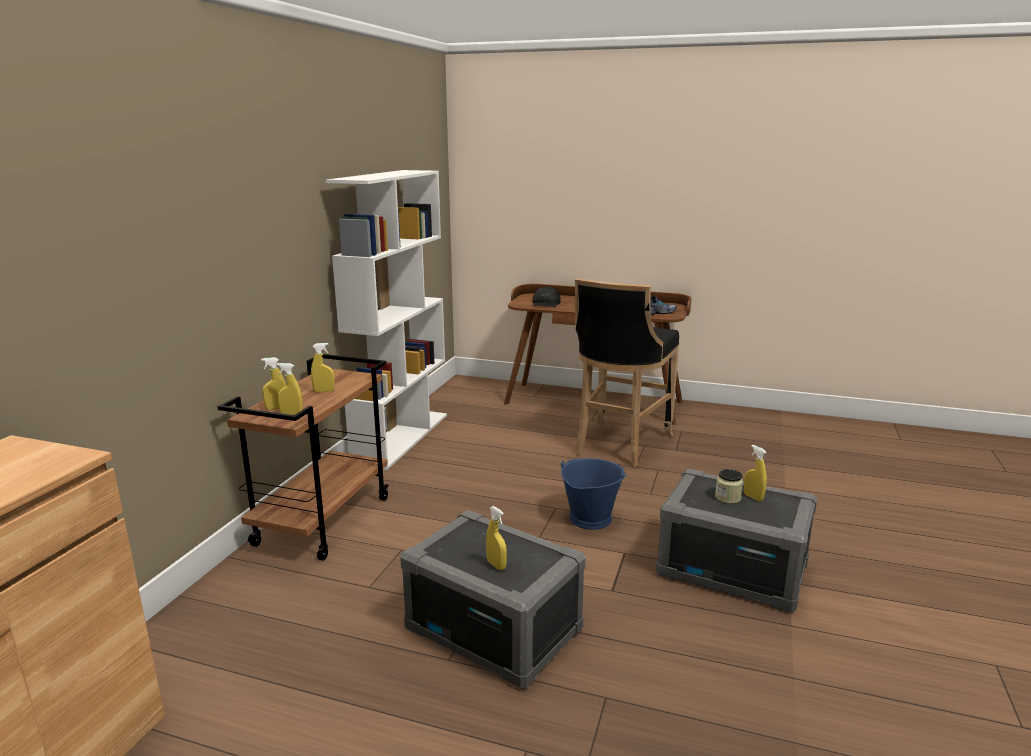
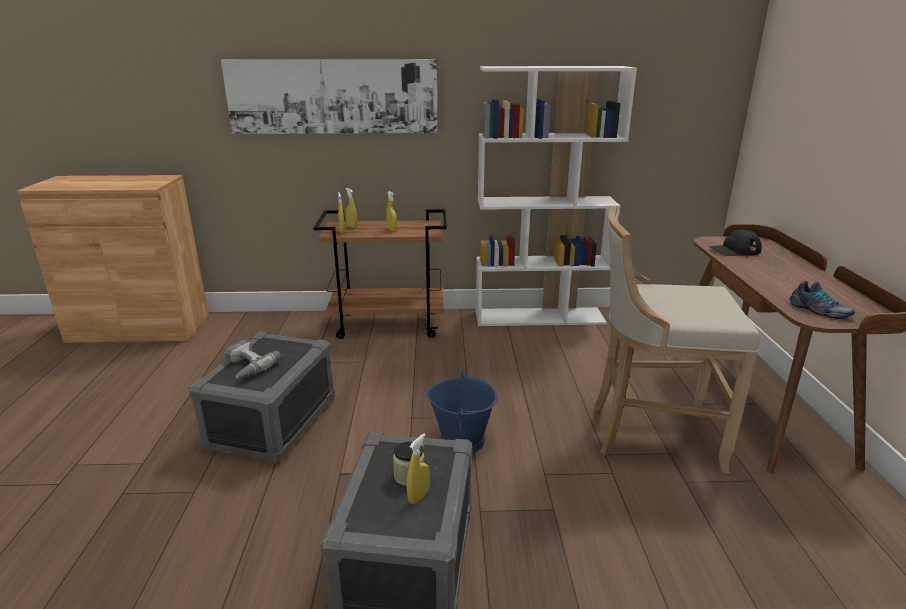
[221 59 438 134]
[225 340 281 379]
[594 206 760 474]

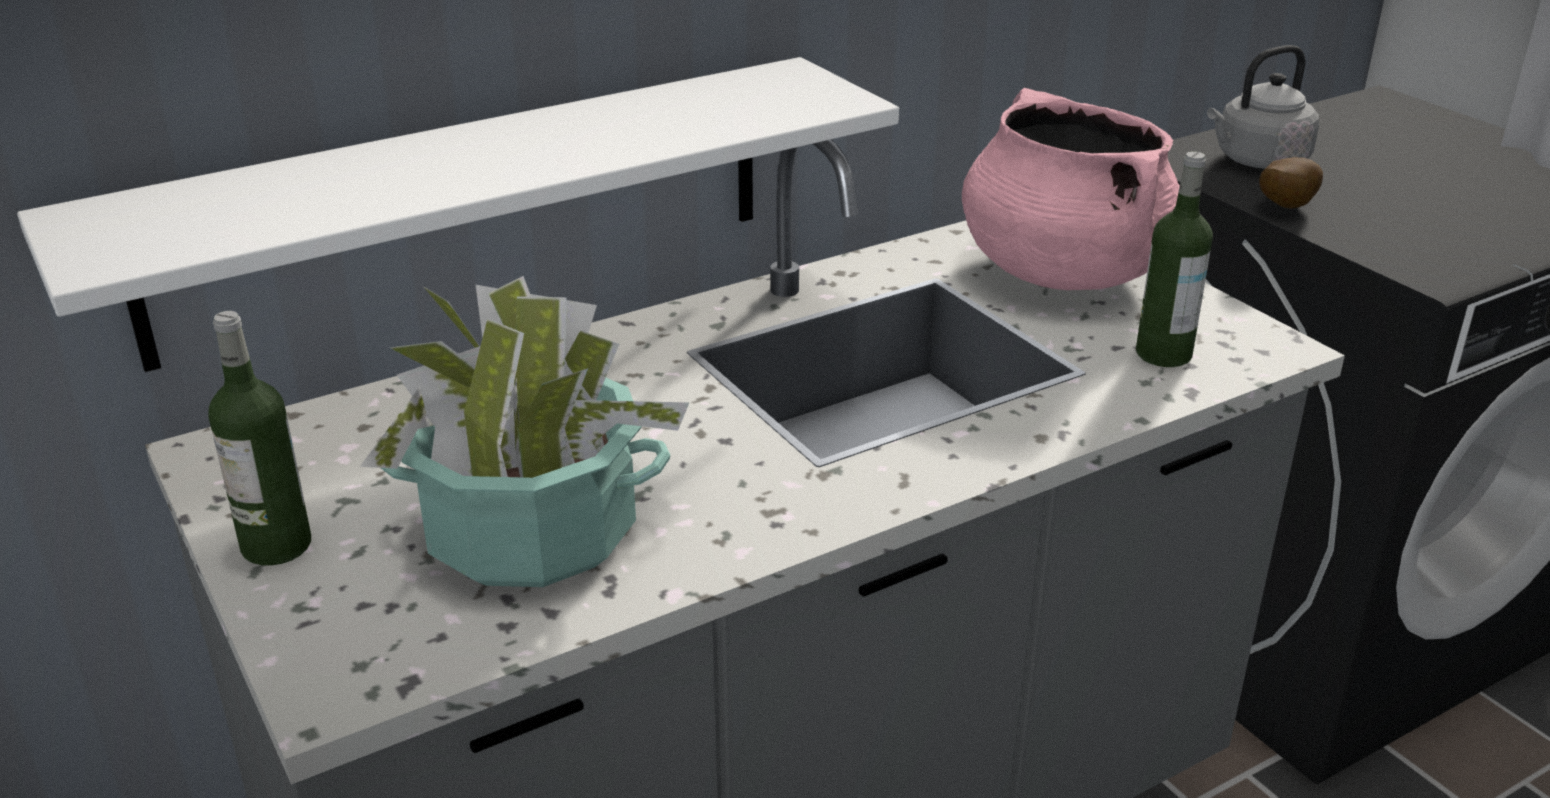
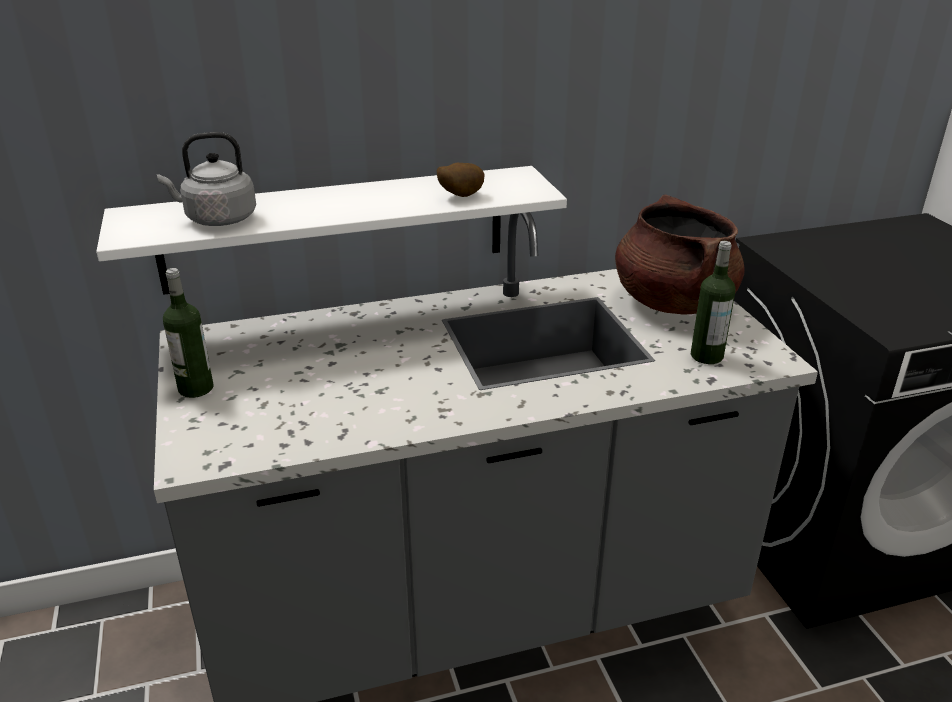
[157 132 256 226]
[437 163 484 197]
[615 194 745 315]
[360 276 689 587] (first image)

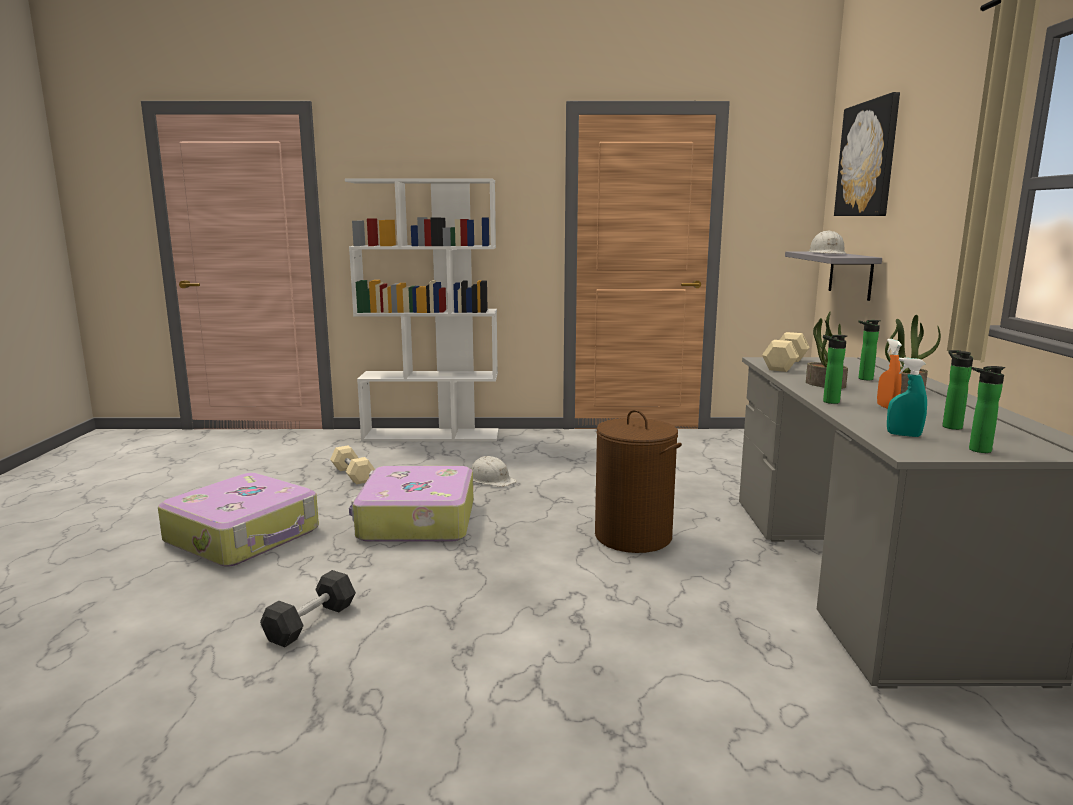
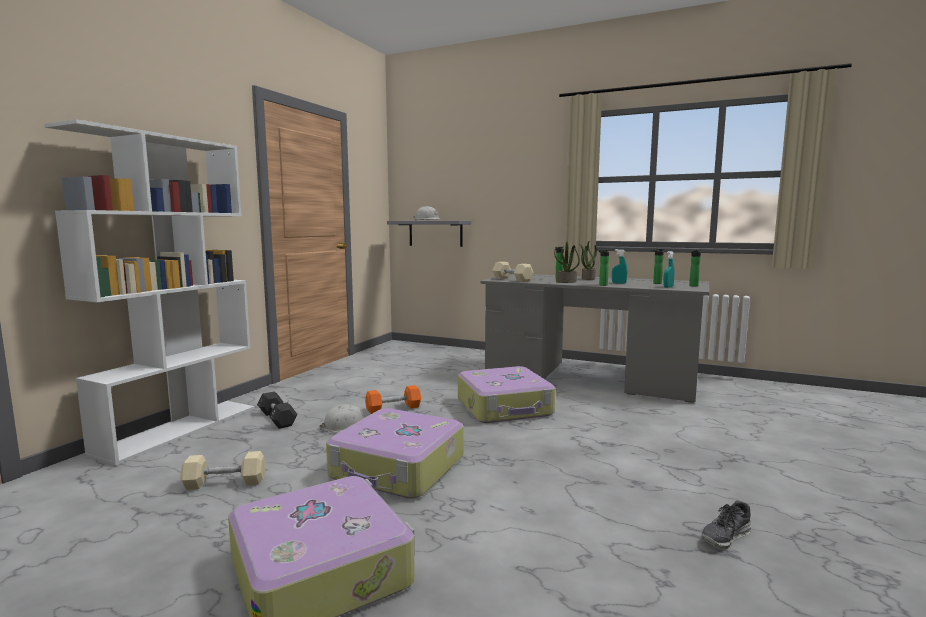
[257 391 297 429]
[365 385 421 414]
[458 366 555 423]
[612 249 627 284]
[701 501 752 549]
[834 92 900 216] (first image)

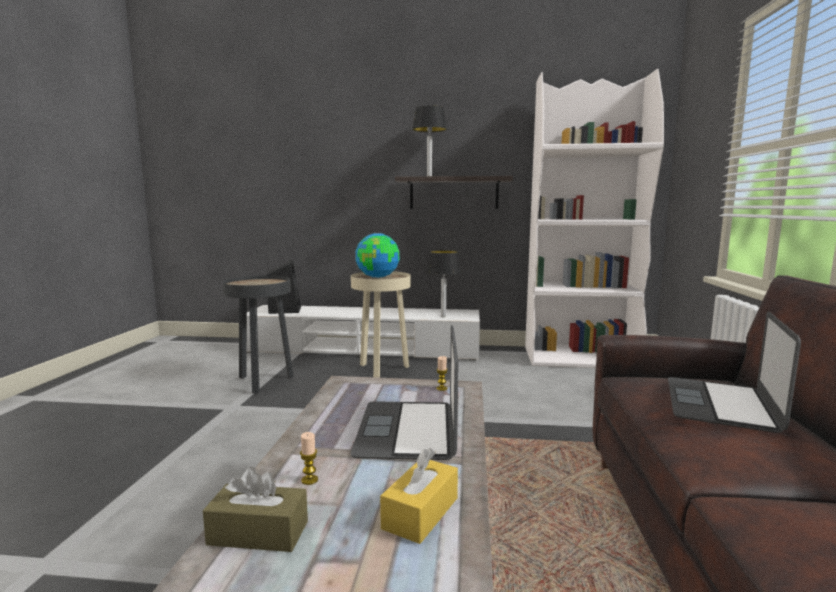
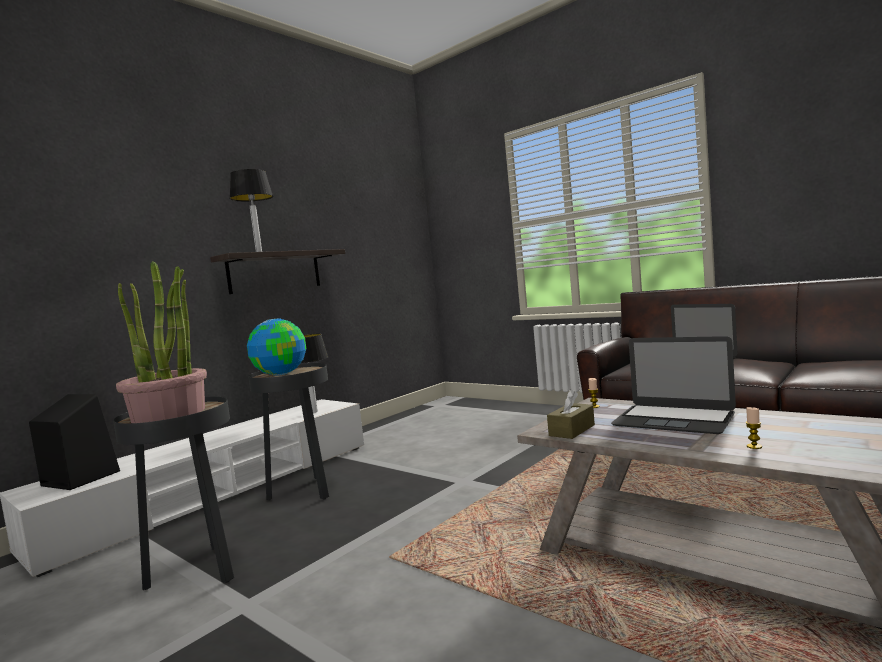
[116 261 207 423]
[248 363 329 500]
[547 389 595 439]
[380 448 458 544] (first image)
[525 69 664 368] (first image)

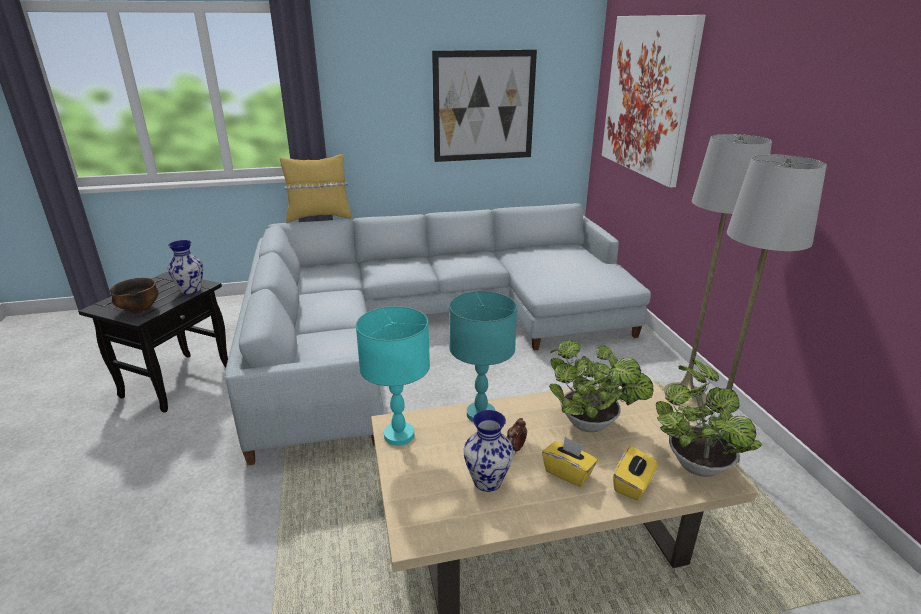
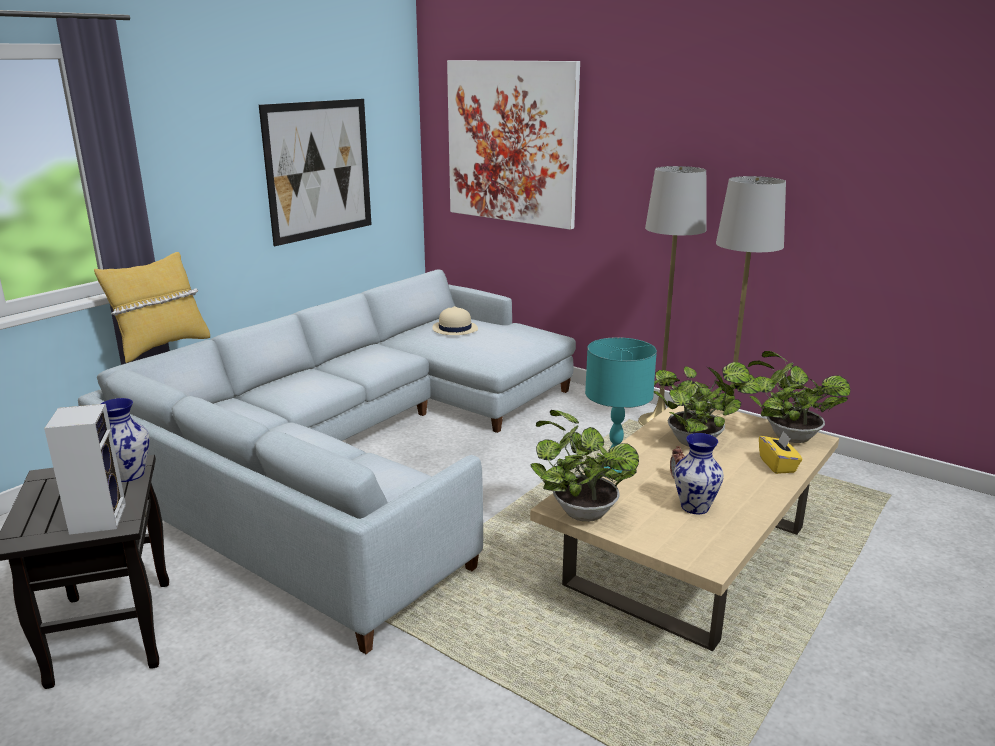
[44 404 126 535]
[432 306 478 335]
[531 410 639 522]
[542 437 598 487] (first image)

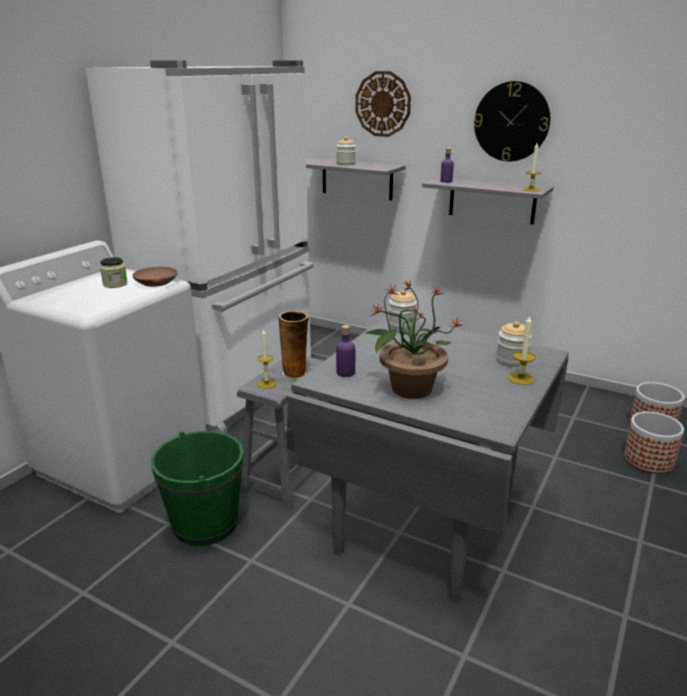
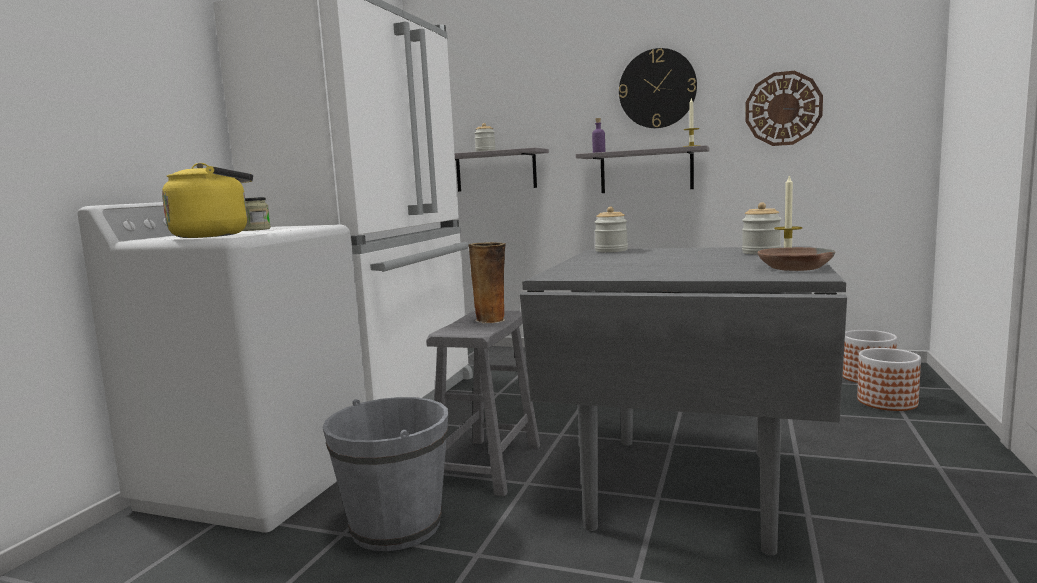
[162 163 253 238]
[322 397 448 551]
[745 71 823 146]
[757 247 835 271]
[257 329 276 389] (first image)
[336 325 355 377] (first image)
[366 281 465 399] (first image)

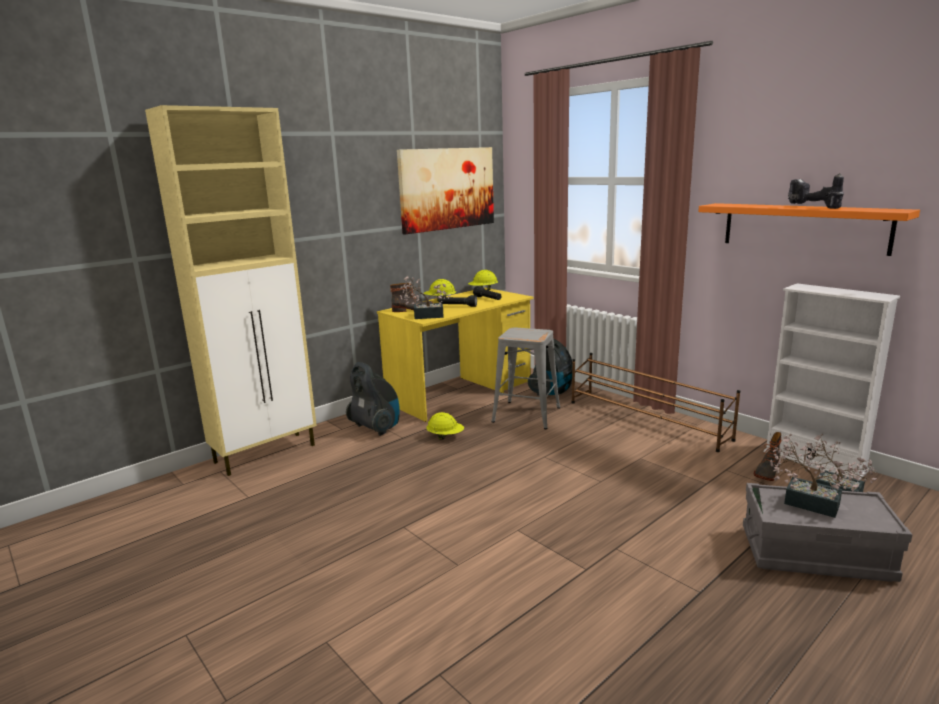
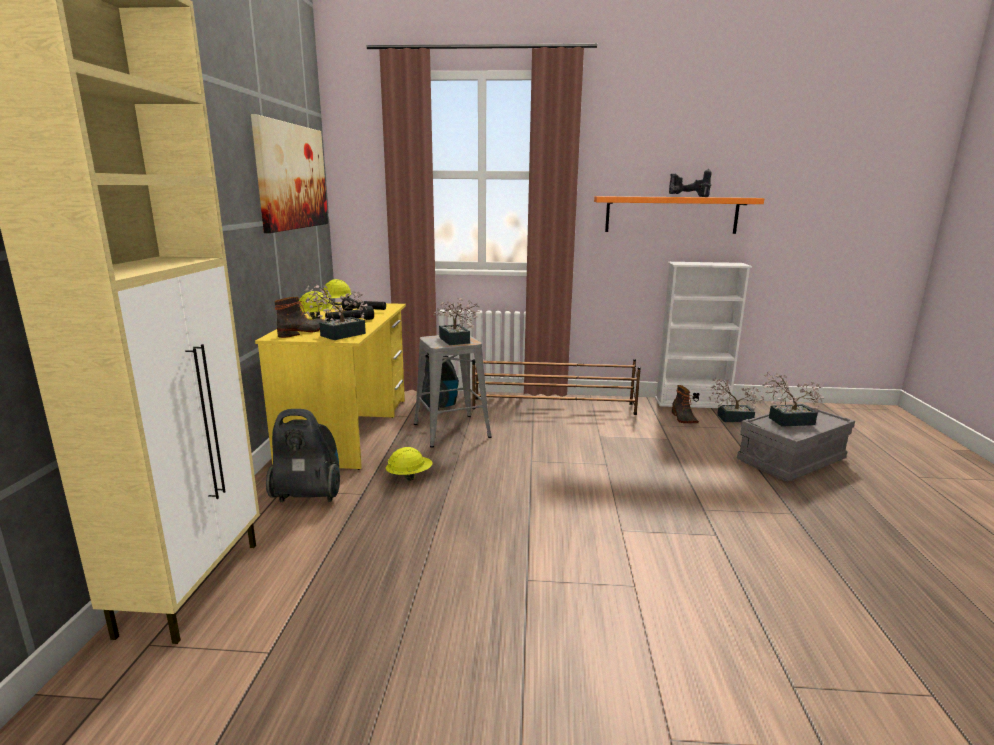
[433 297 480 345]

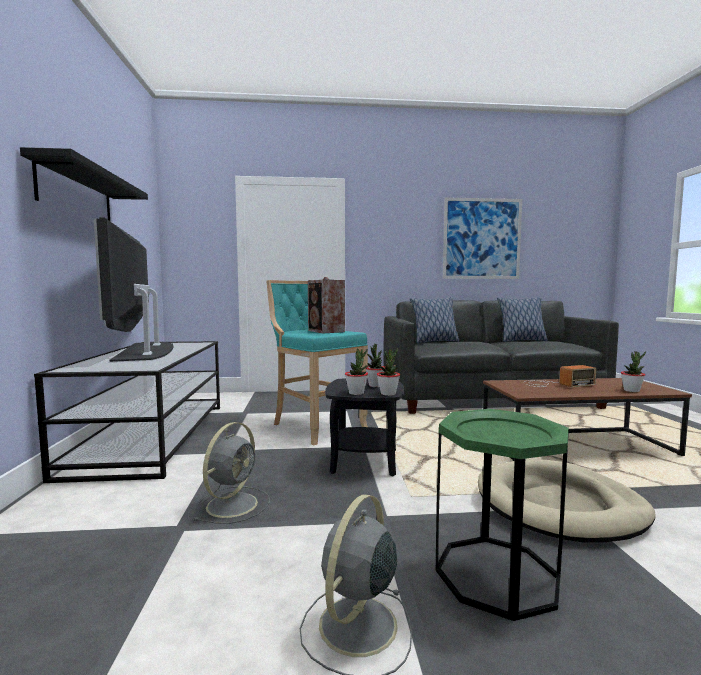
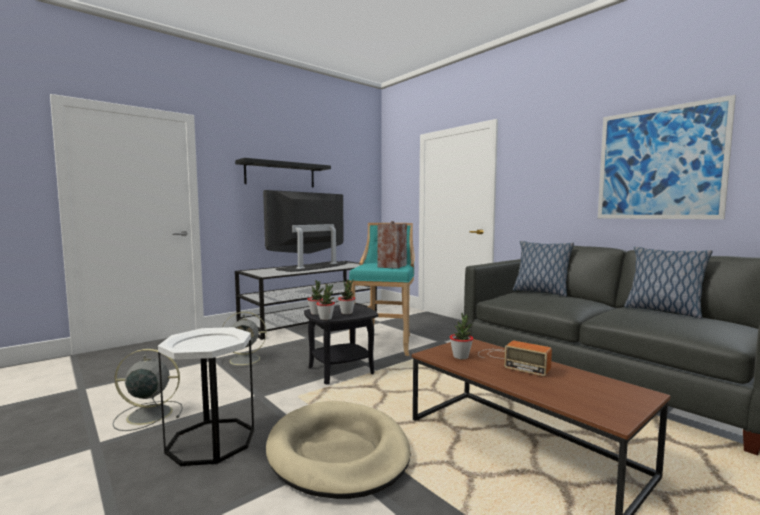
[158 327 254 466]
[449 313 473 359]

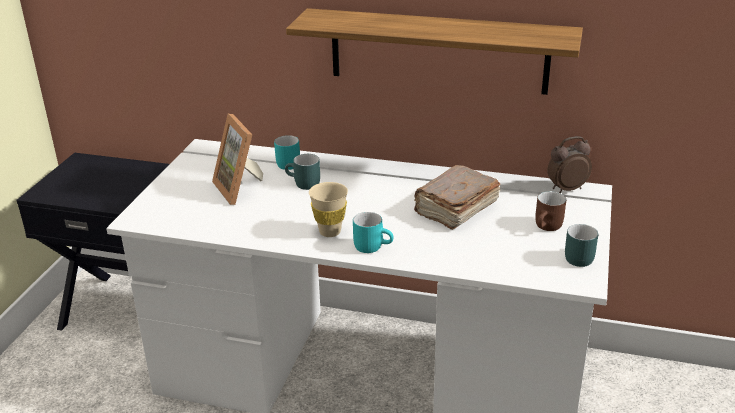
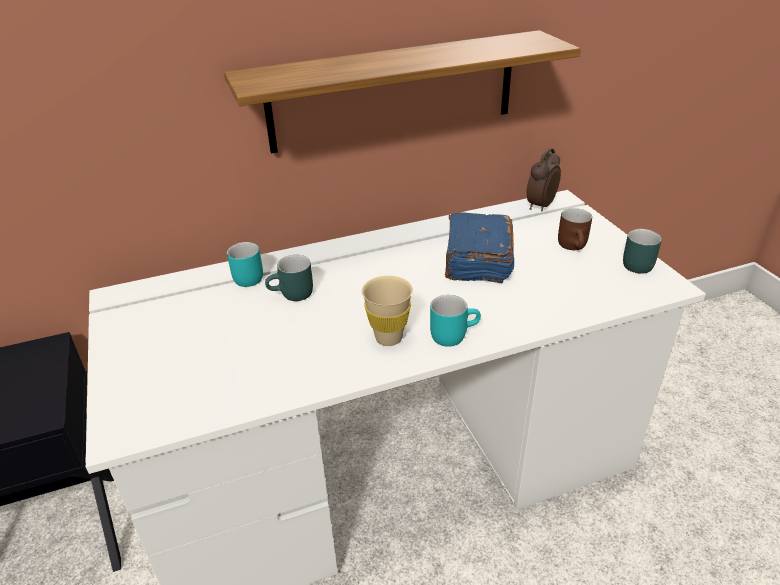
[445 212 514 283]
[212 114 263 205] (first image)

